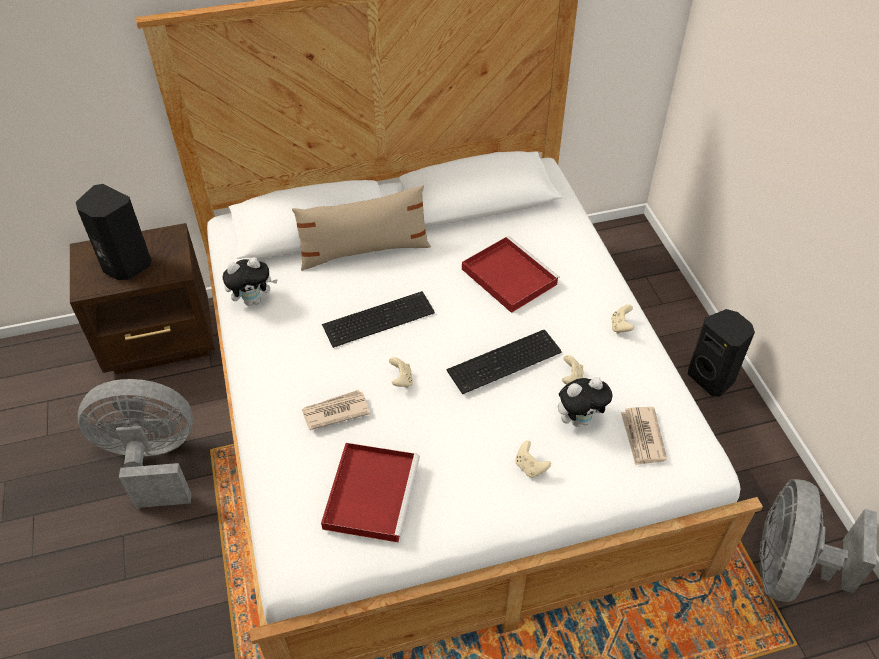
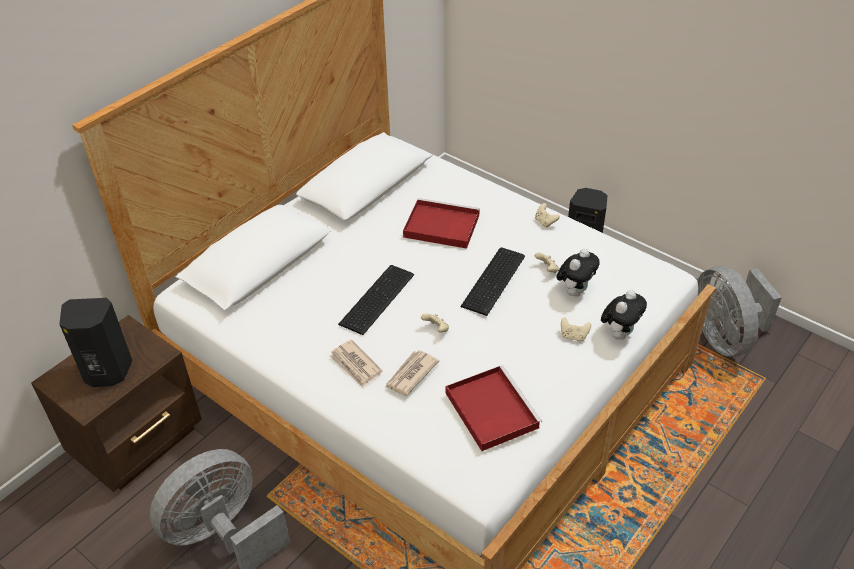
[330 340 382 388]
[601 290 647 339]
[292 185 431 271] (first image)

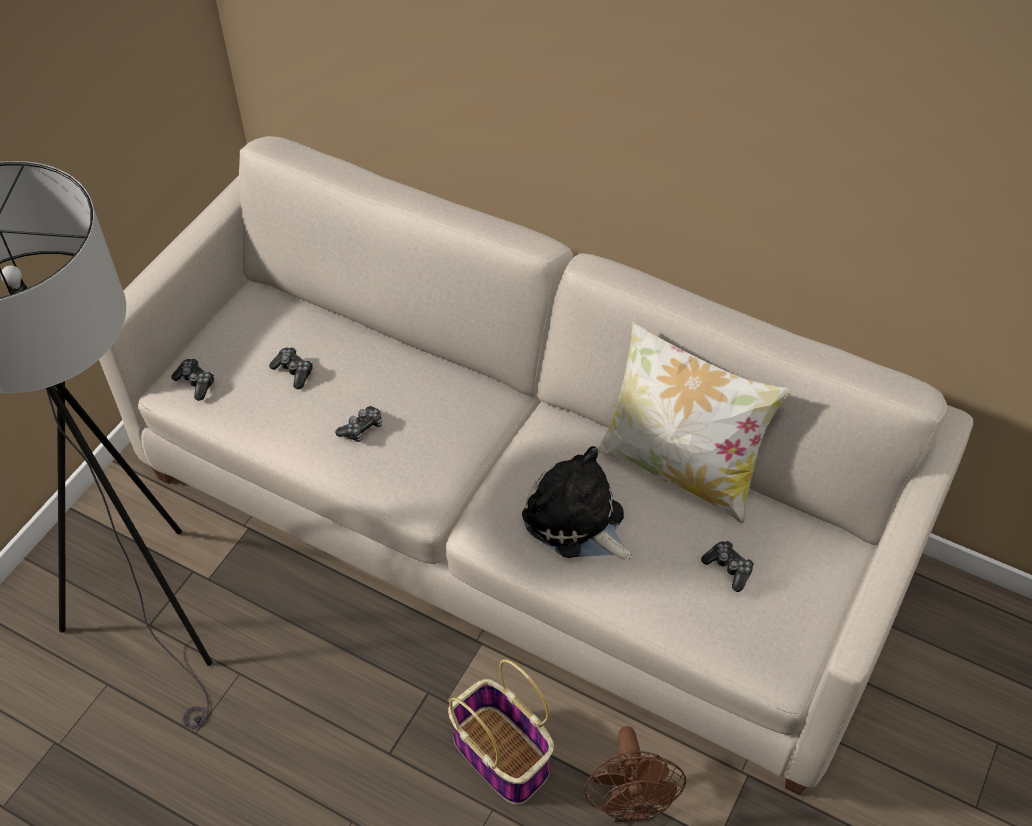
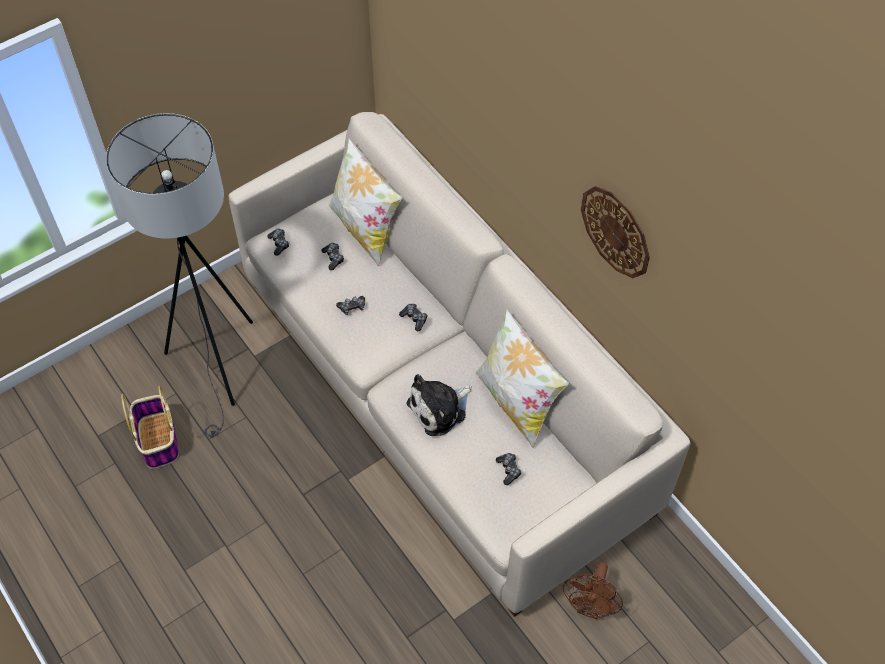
[121 386 179 469]
[329 138 402 267]
[399 303 427 331]
[407 374 472 436]
[563 562 623 619]
[581 186 650 278]

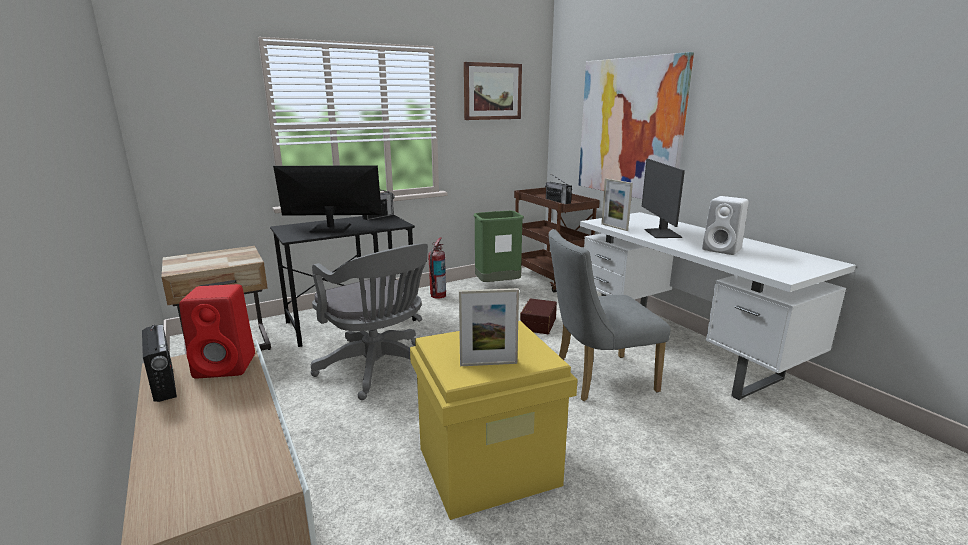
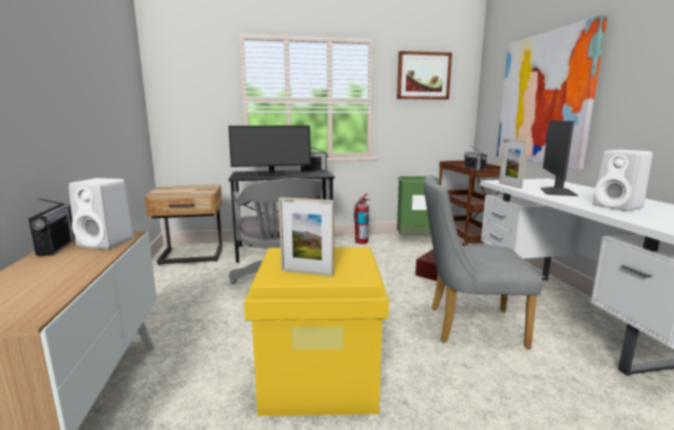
[69 178 133 249]
[228 126 311 177]

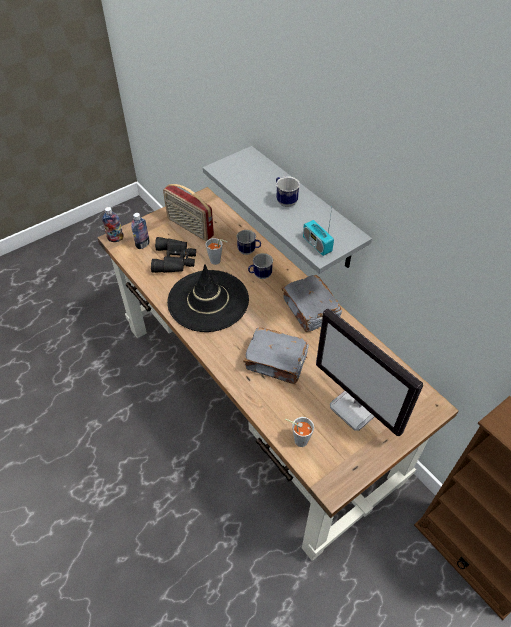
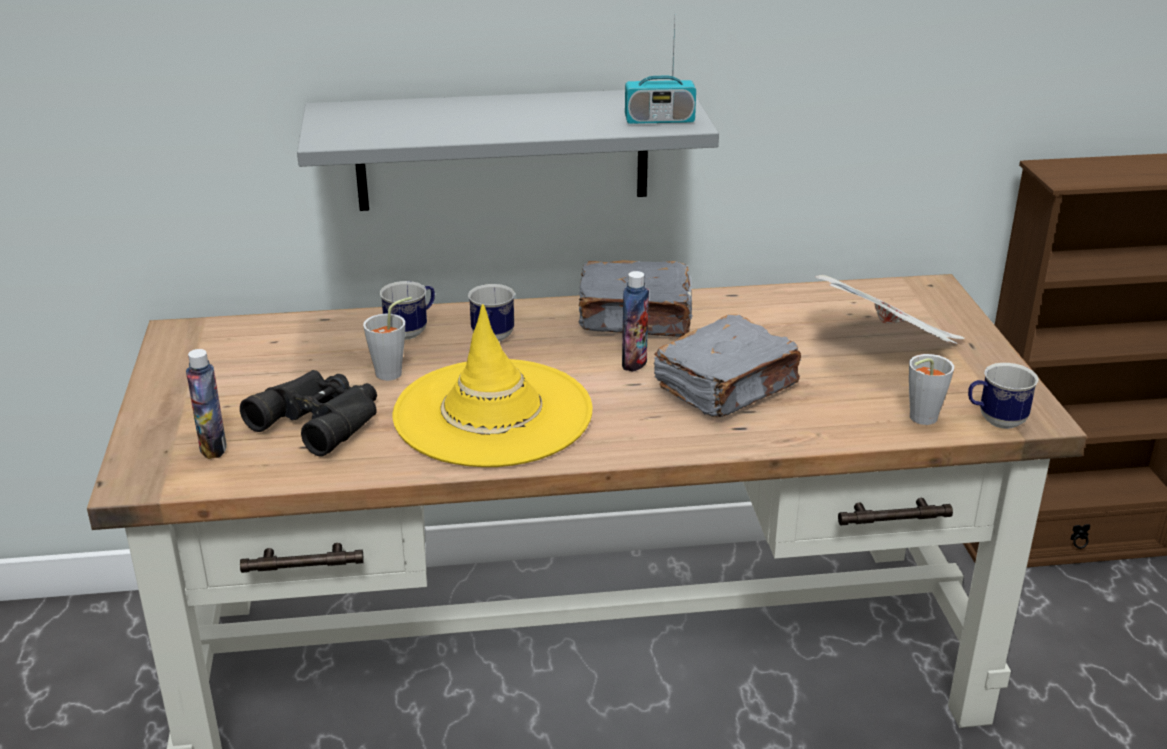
[393 304 592 467]
[622 271 649 372]
[815 275 964 344]
[968 363 1039 429]
[163 184 214 241] (first image)

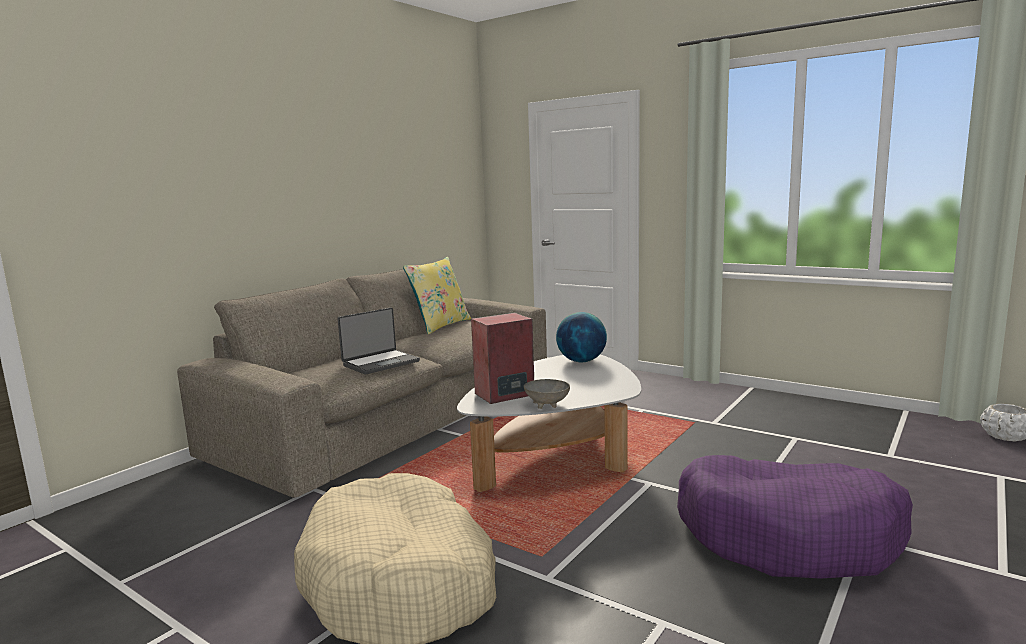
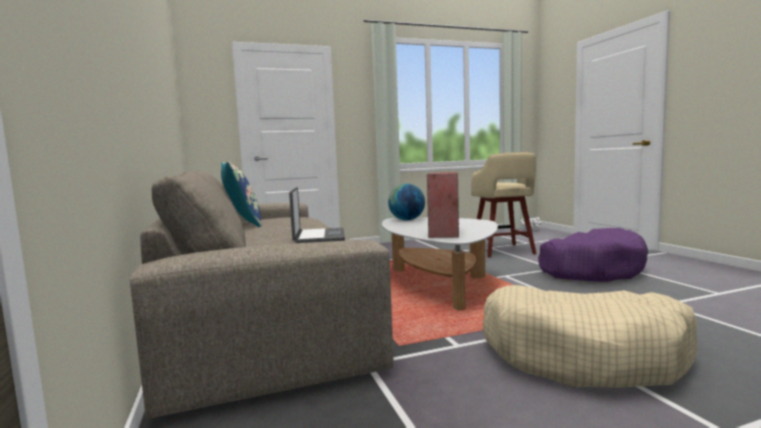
[221 162 261 227]
[471 152 536 258]
[524 379 570 409] (first image)

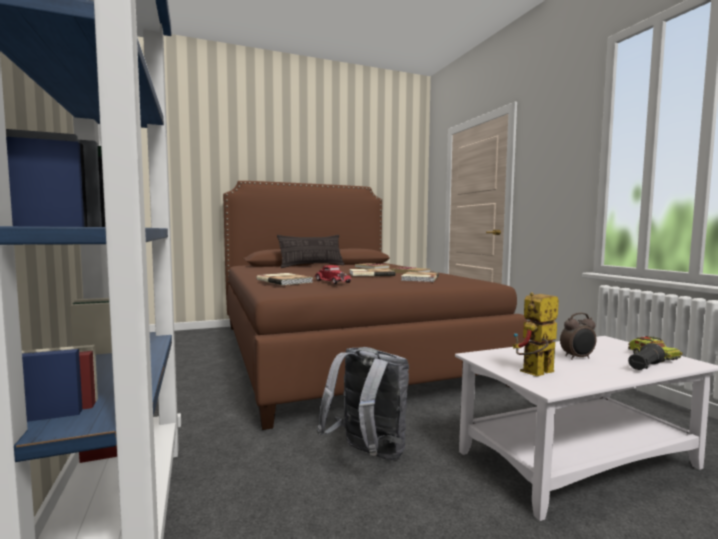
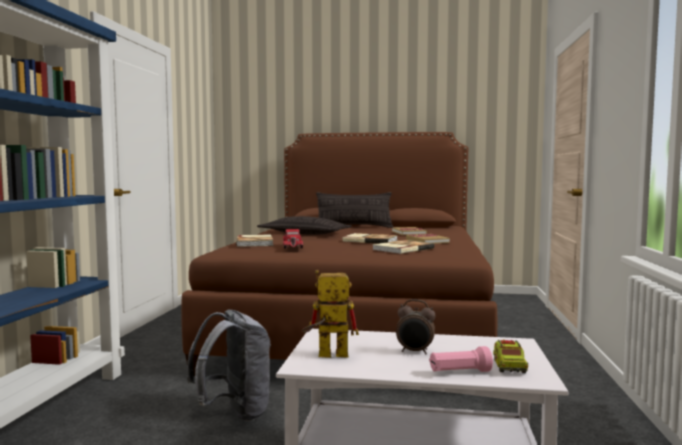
[257 216 352 235]
[429 346 493 372]

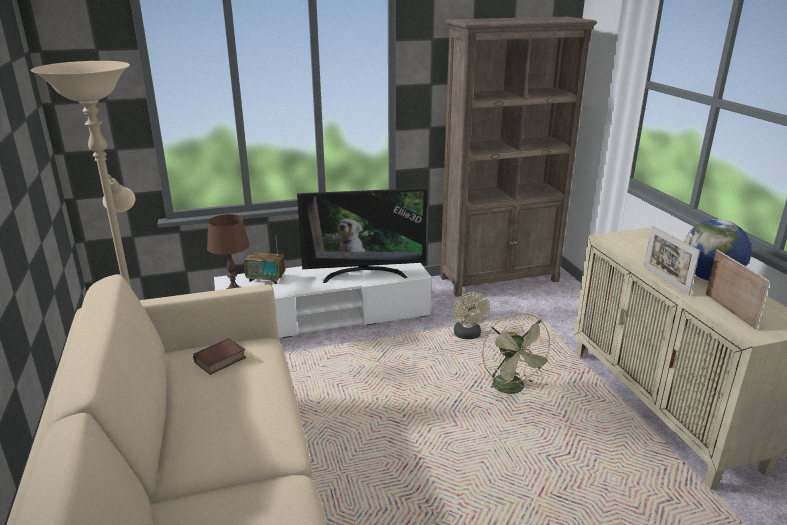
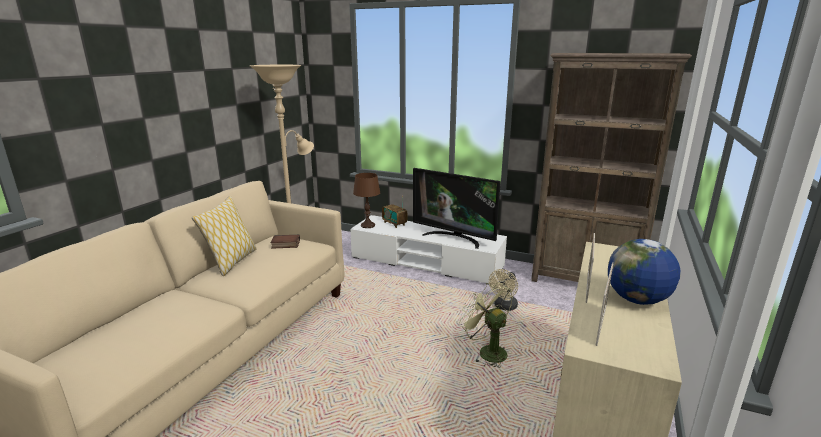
[192 196 257 276]
[459 282 513 369]

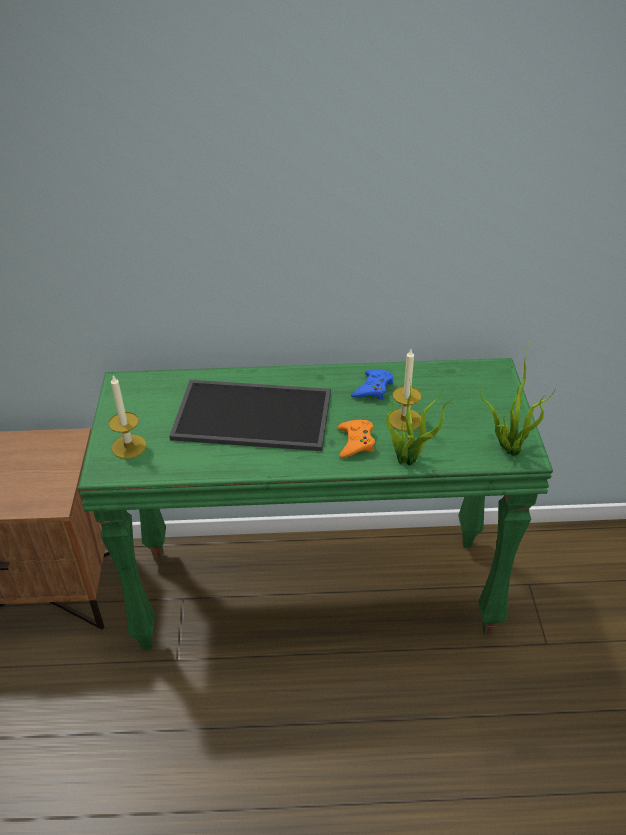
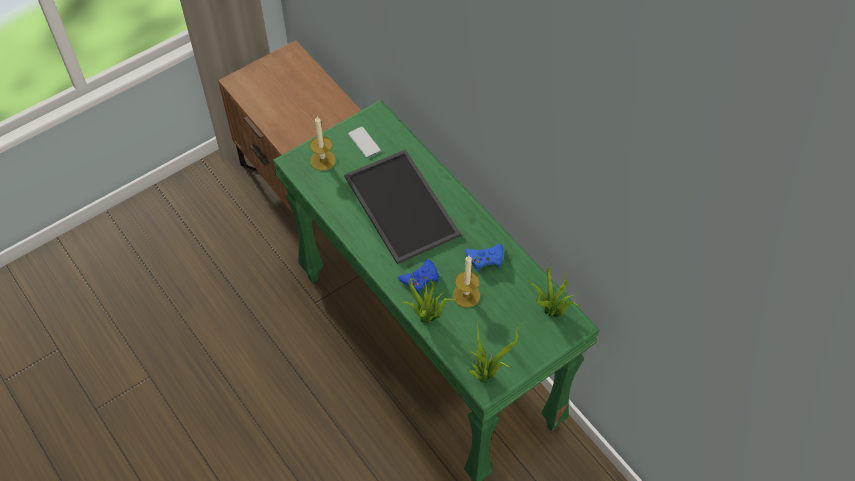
[348 126 381 158]
[398 259 439 294]
[528 262 579 317]

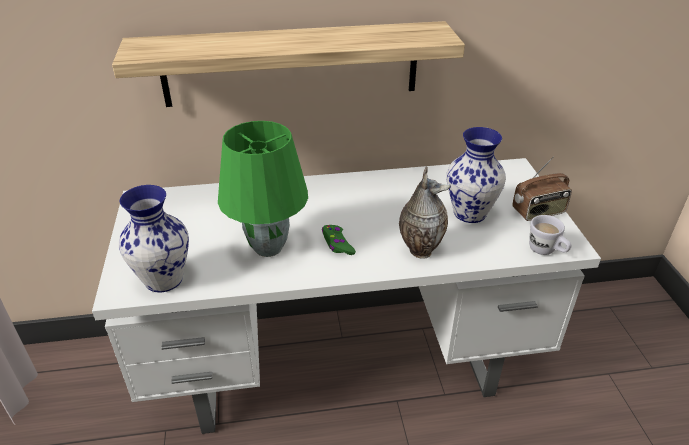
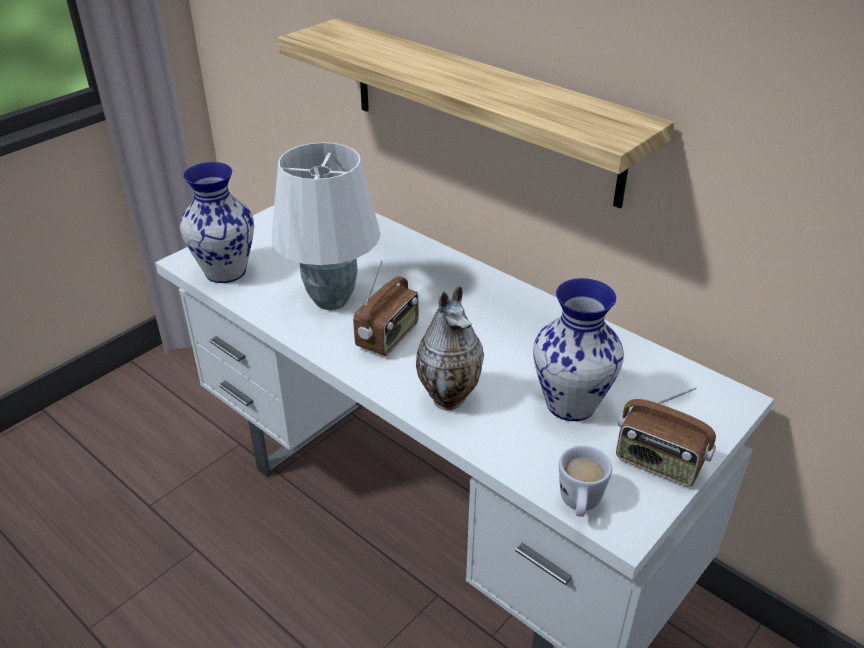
[272 142 381 310]
[353 260 419 356]

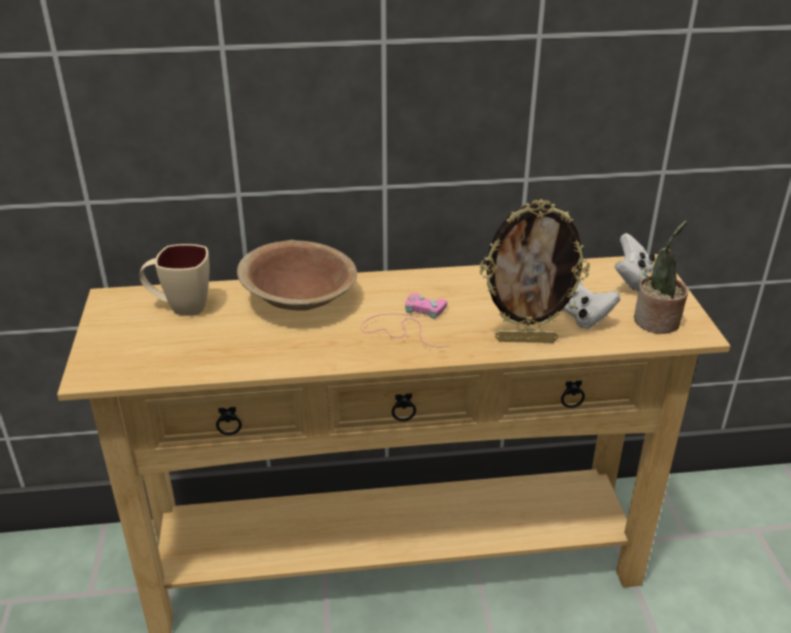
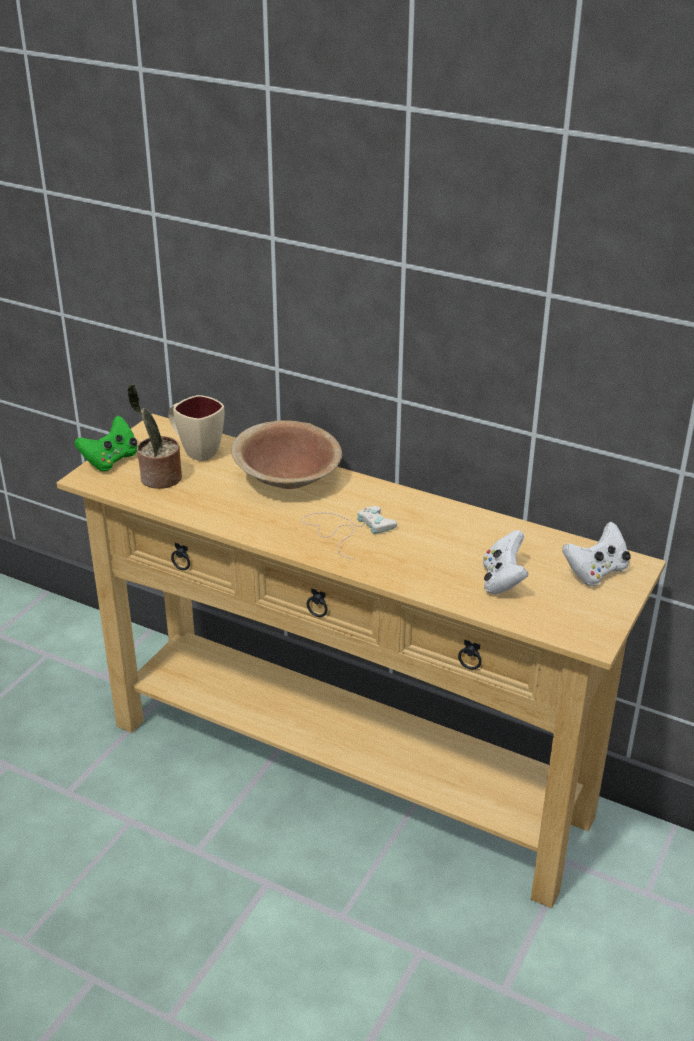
[75 415 137 471]
[127 384 182 489]
[301 506 397 559]
[479 199 590 343] (first image)

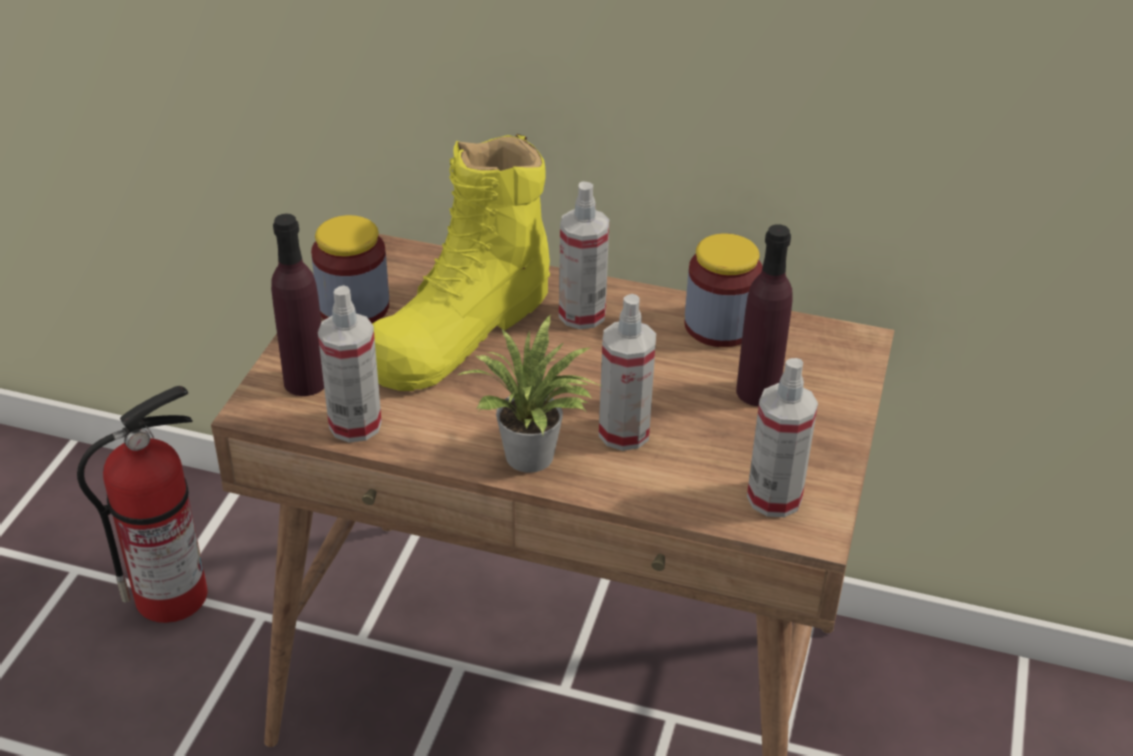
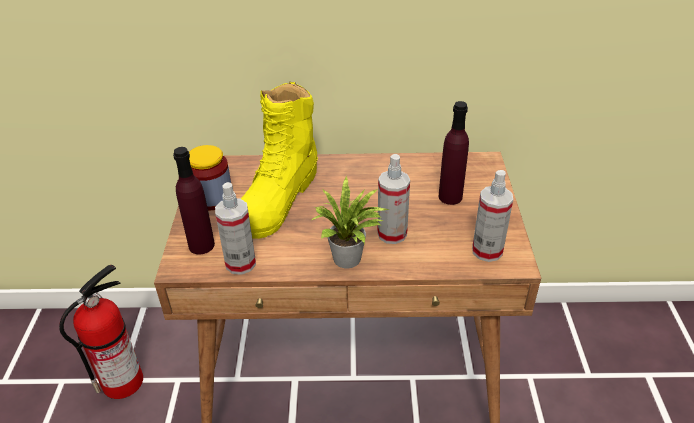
[559 181 609 329] (first image)
[684 234 763 347] (first image)

